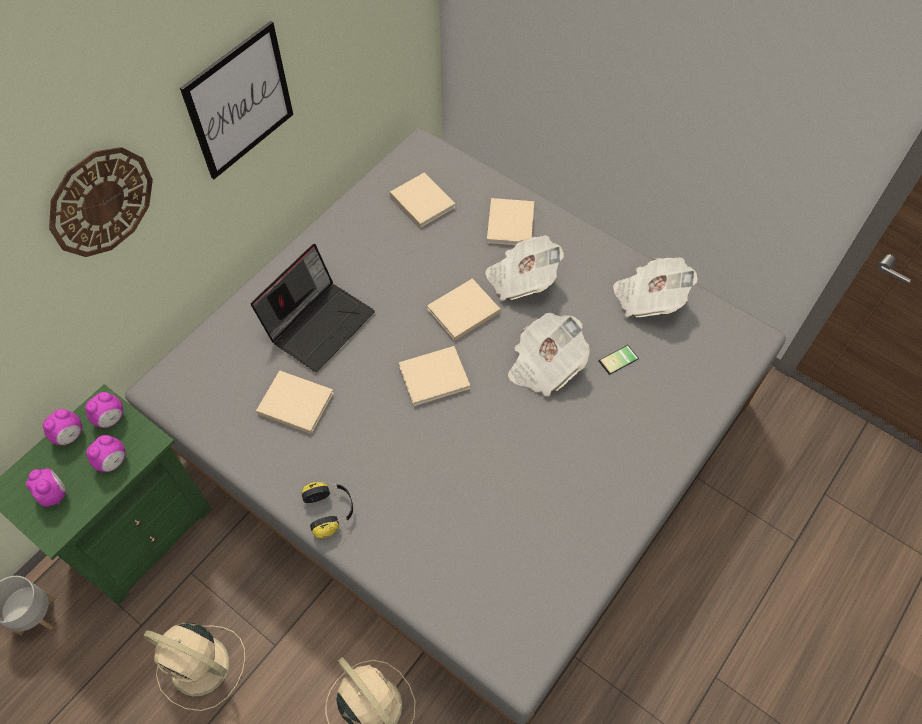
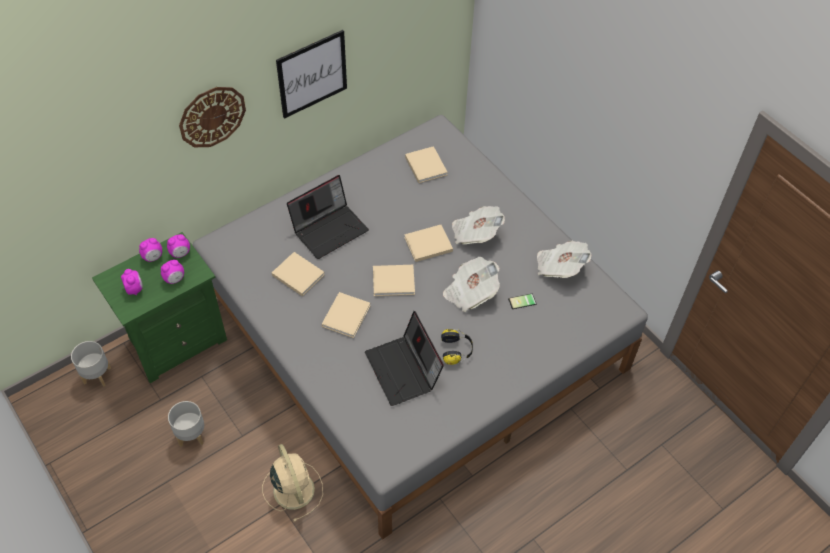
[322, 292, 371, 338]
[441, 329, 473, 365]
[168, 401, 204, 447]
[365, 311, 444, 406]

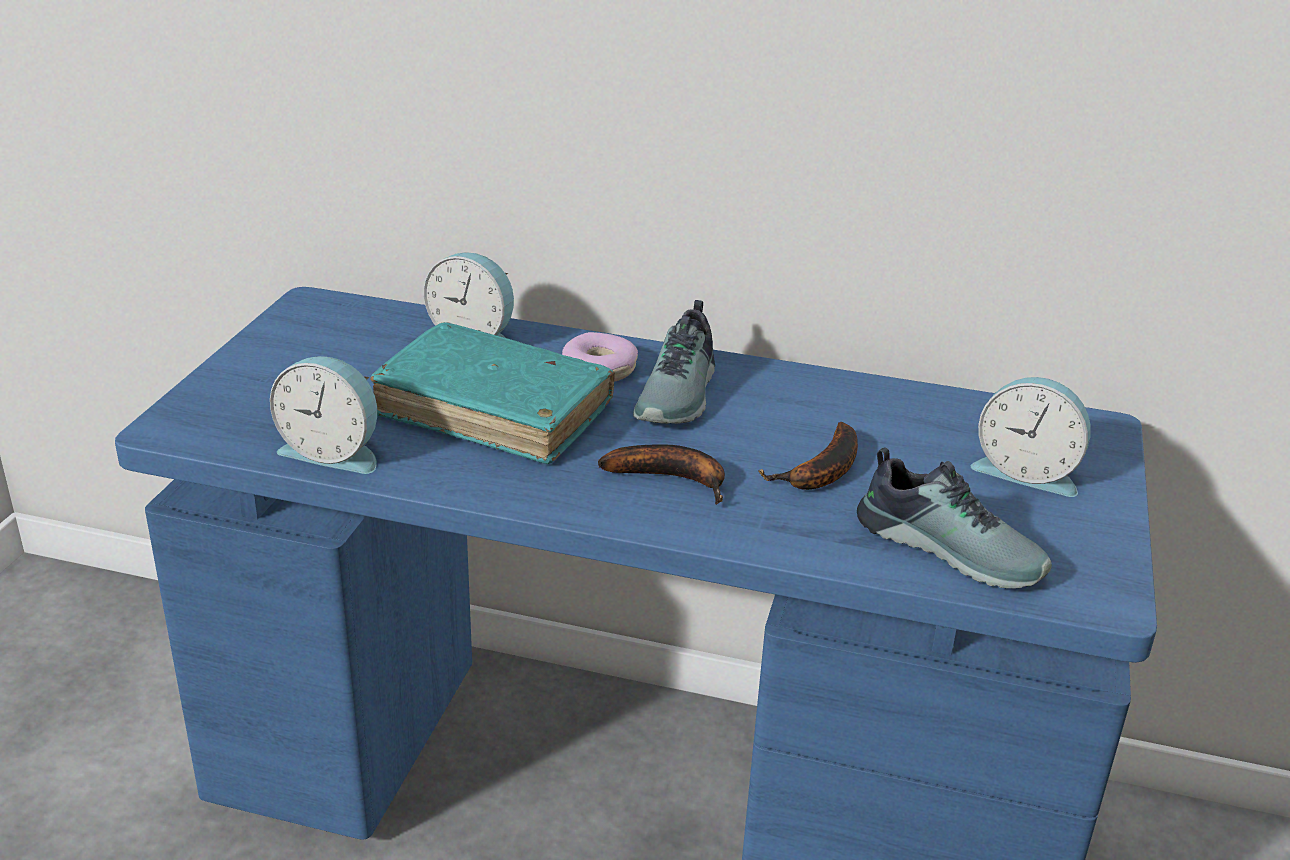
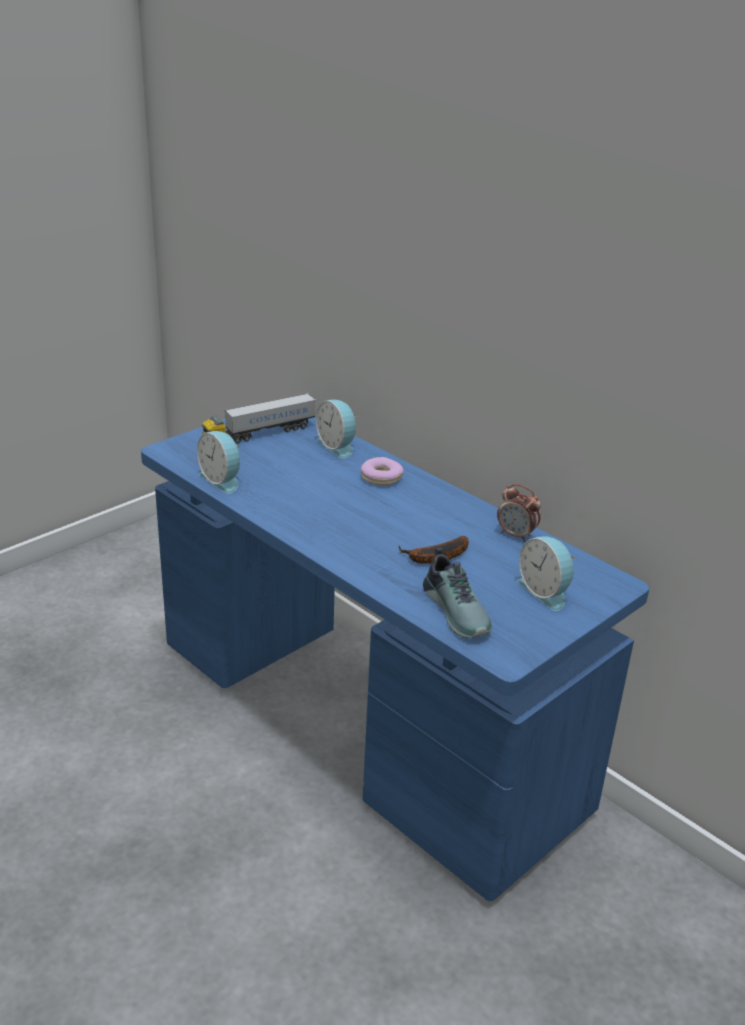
[633, 300, 715, 424] (first image)
[370, 322, 615, 464] (first image)
[598, 444, 725, 505] (first image)
[202, 393, 316, 443]
[497, 484, 541, 542]

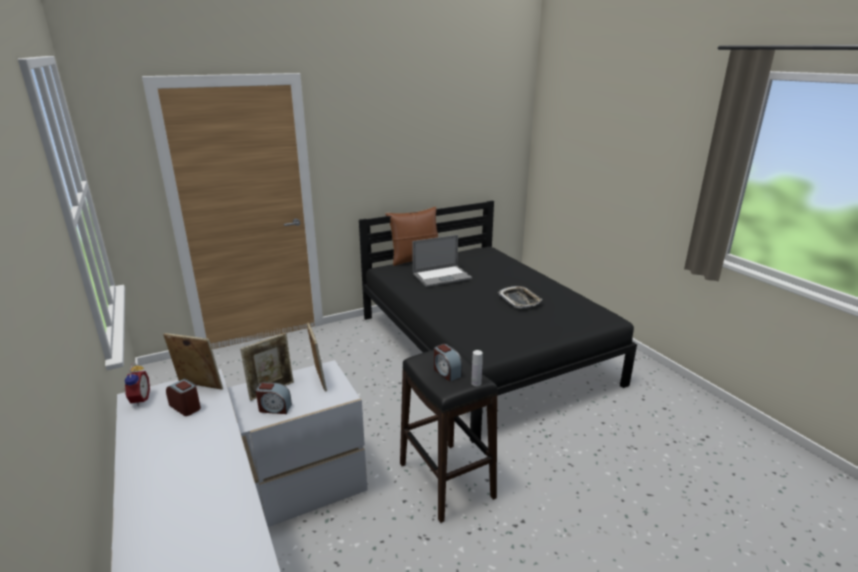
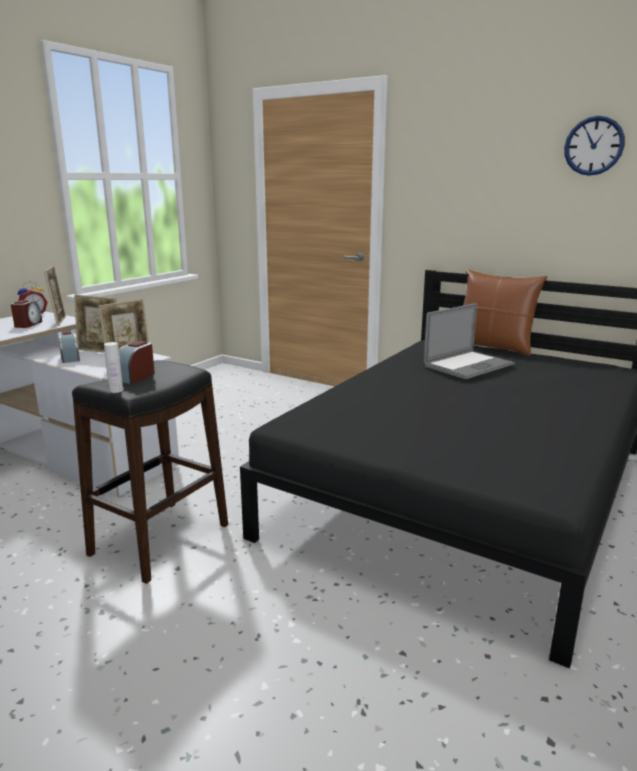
[424, 303, 515, 379]
[498, 286, 543, 308] (first image)
[564, 116, 625, 176]

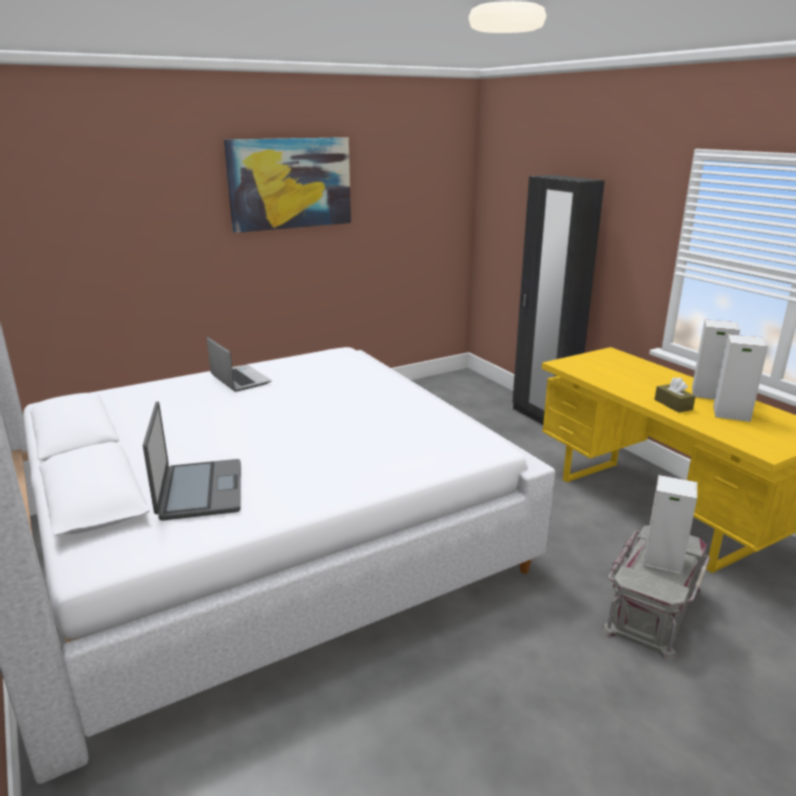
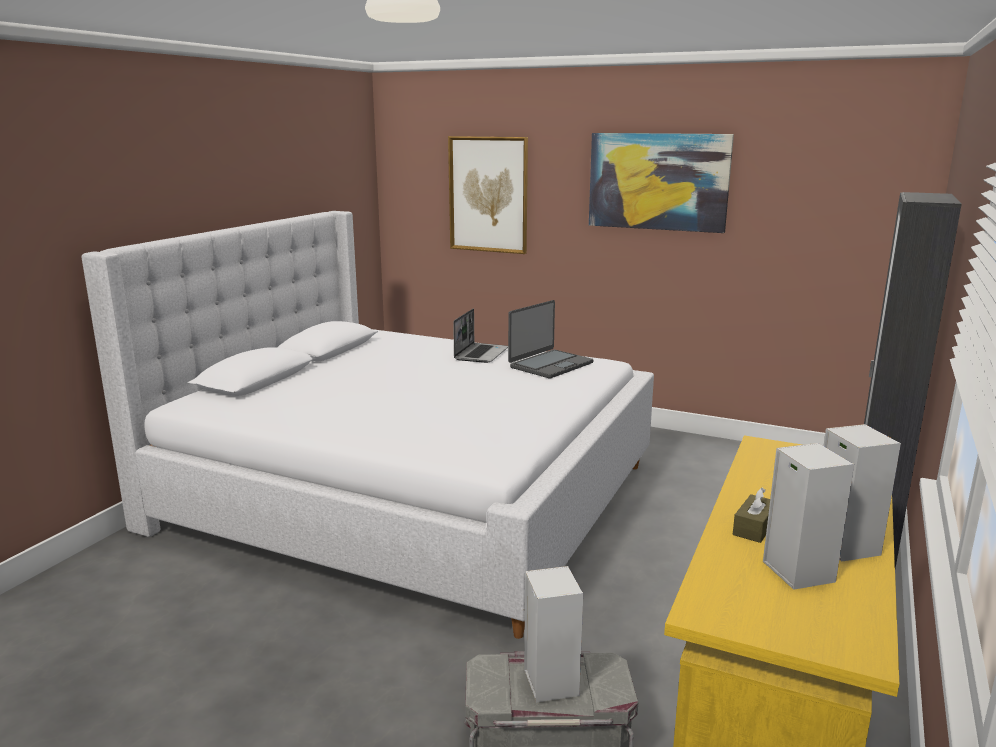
[508, 300, 593, 378]
[448, 136, 528, 254]

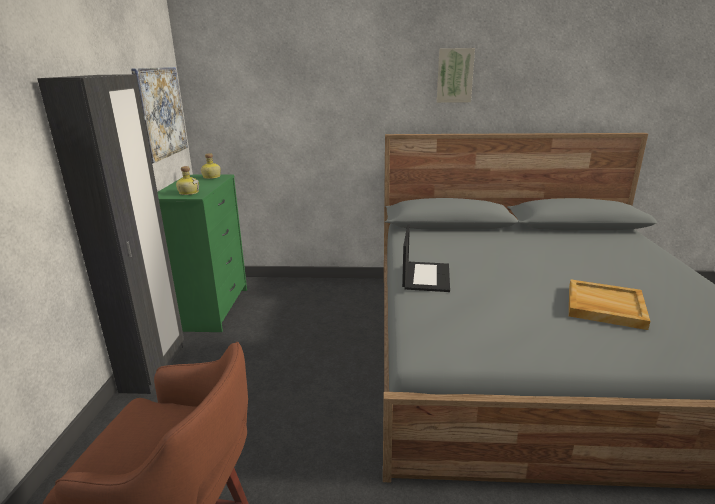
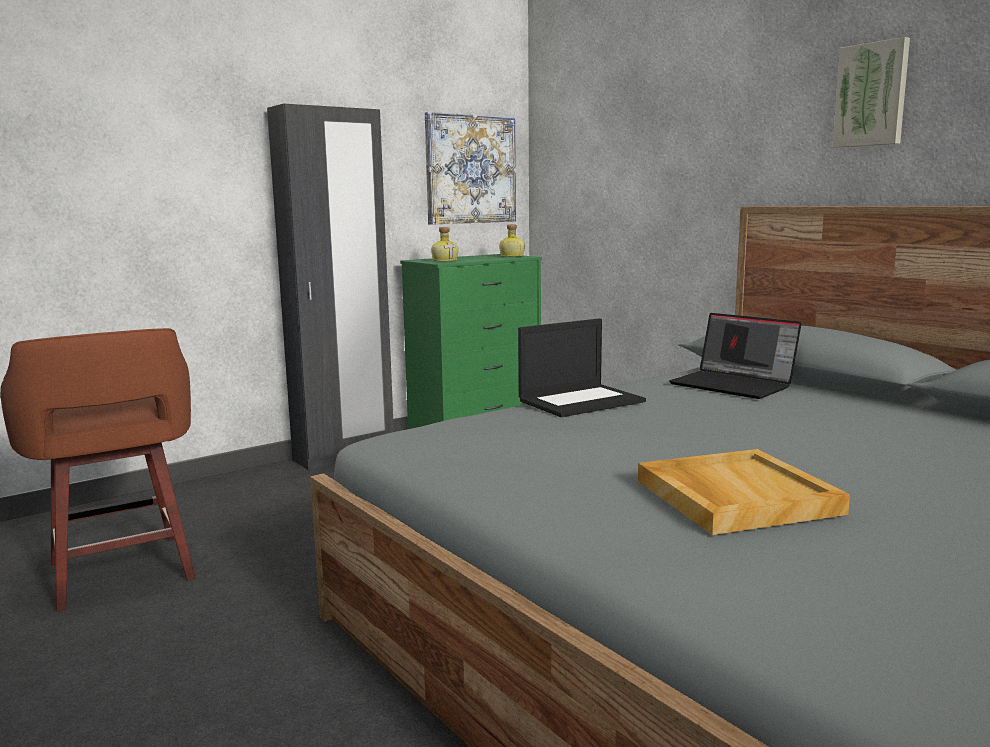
[669, 313, 802, 399]

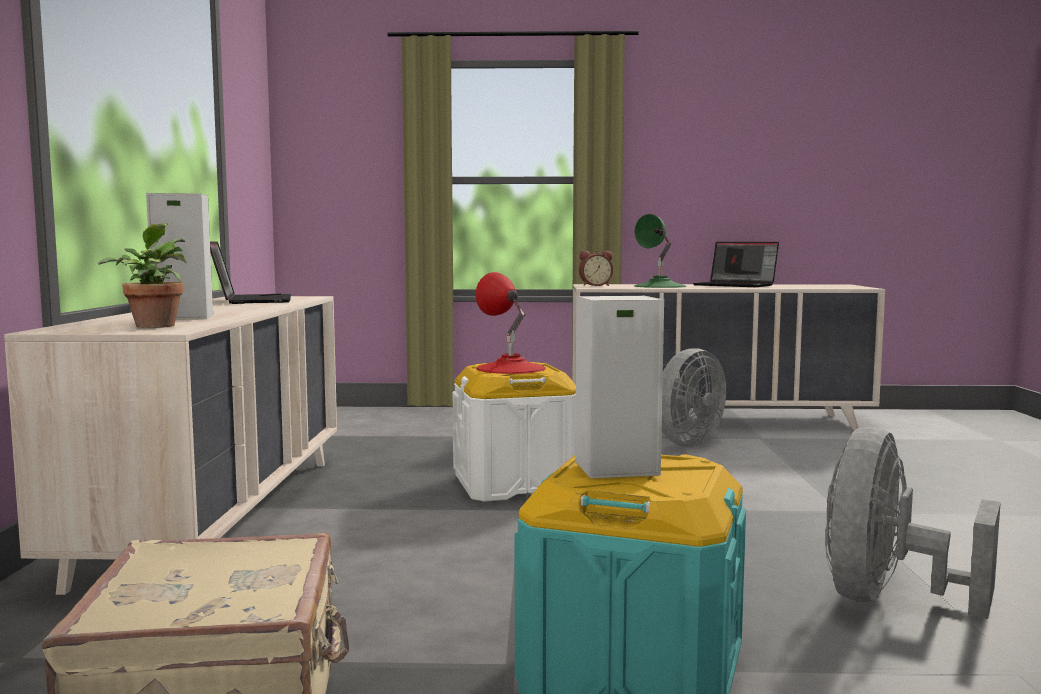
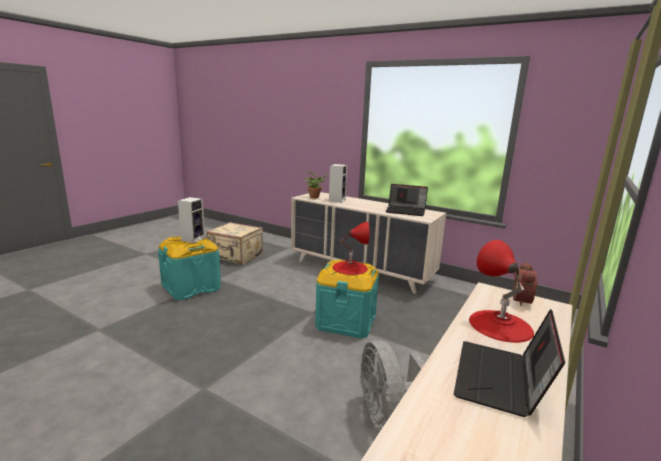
[469, 240, 534, 343]
[454, 309, 565, 417]
[315, 260, 379, 338]
[825, 427, 1001, 619] (first image)

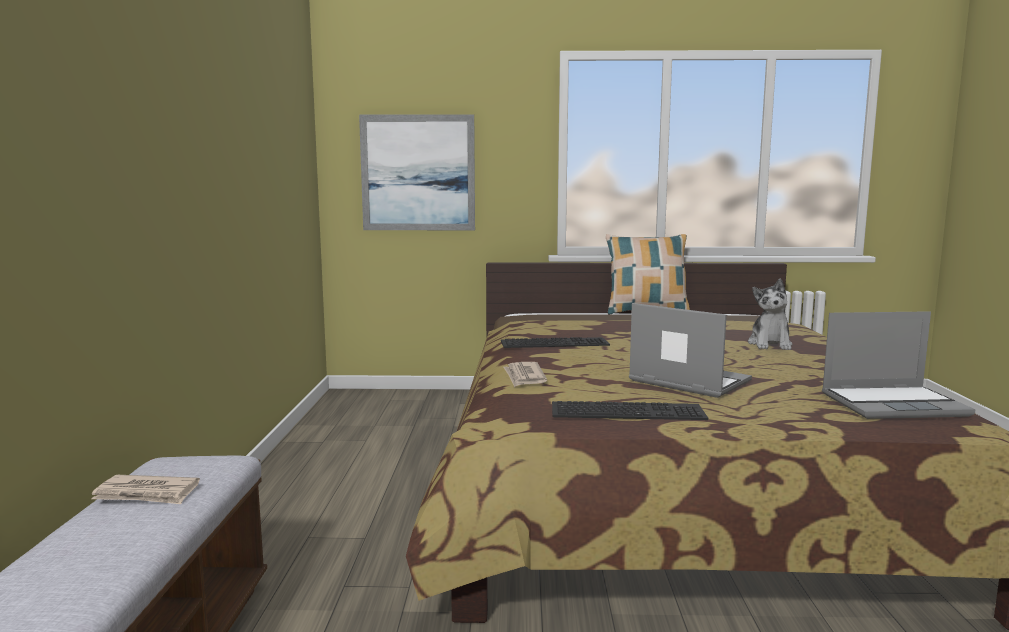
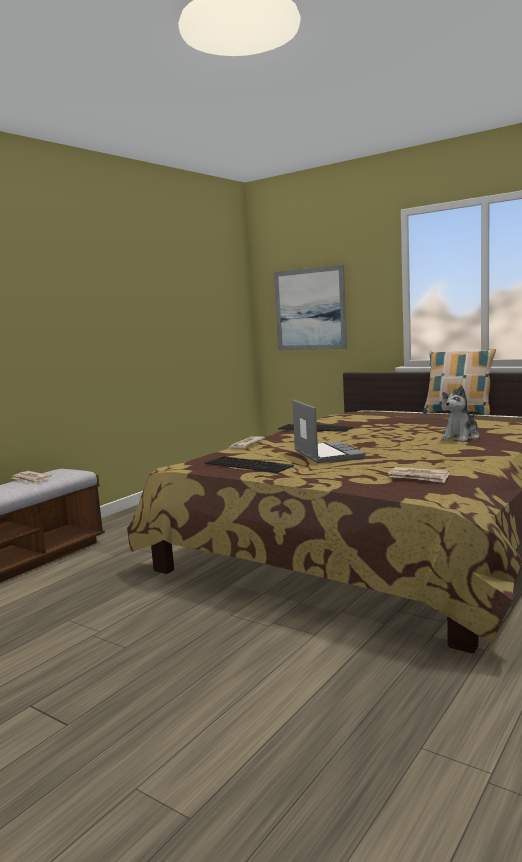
[388, 467, 449, 483]

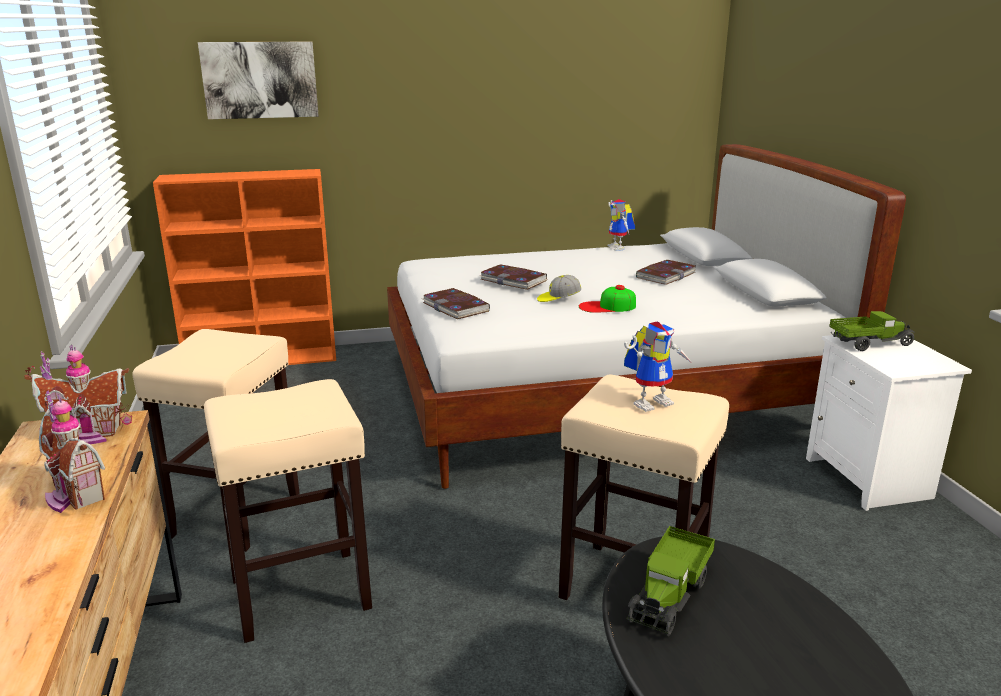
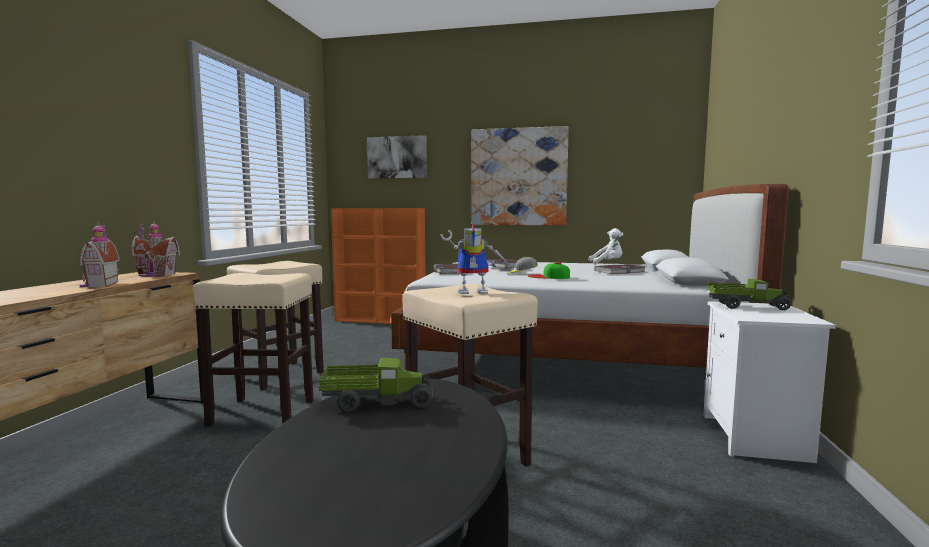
[589, 228, 623, 265]
[319, 358, 433, 412]
[471, 126, 569, 226]

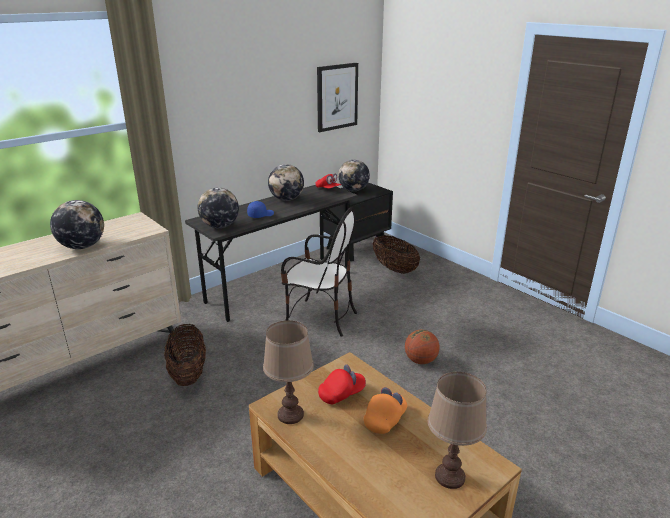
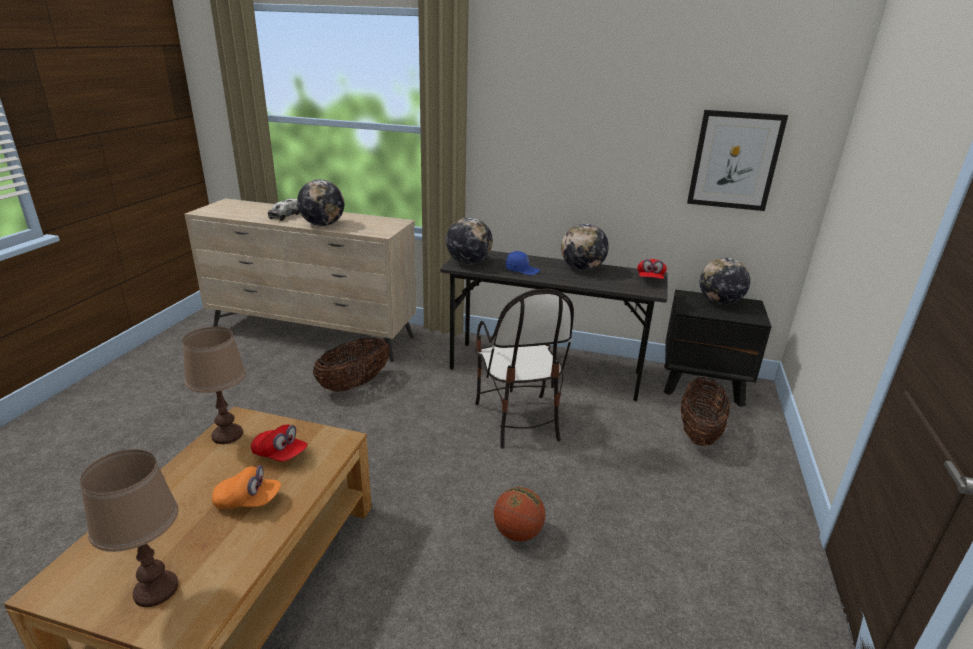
[268, 198, 300, 221]

